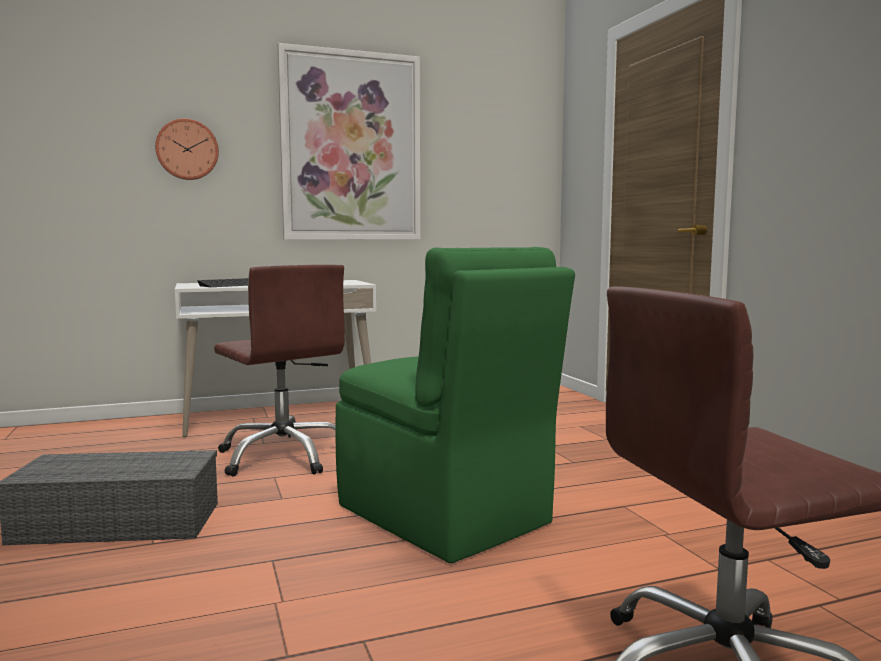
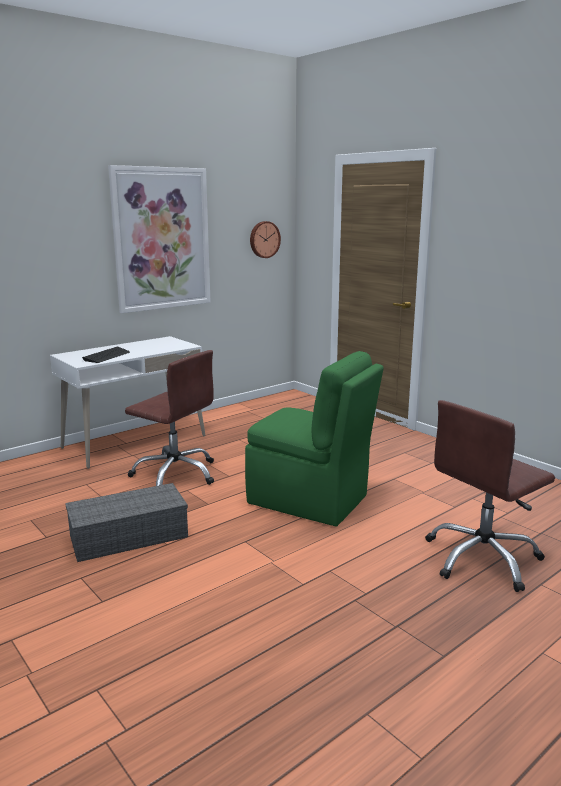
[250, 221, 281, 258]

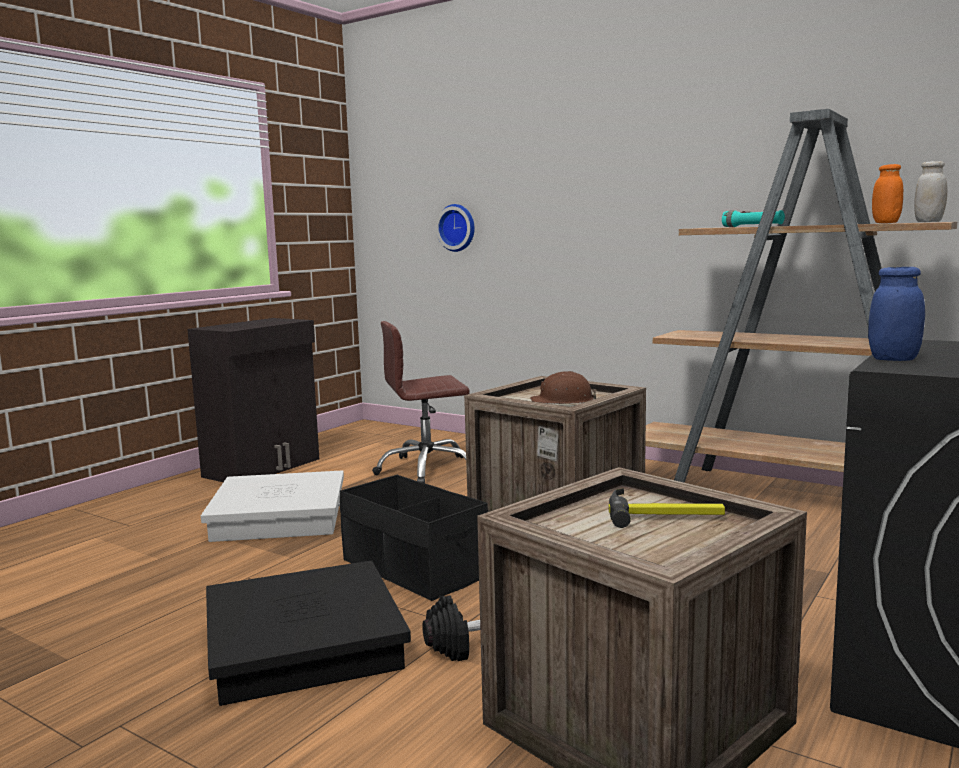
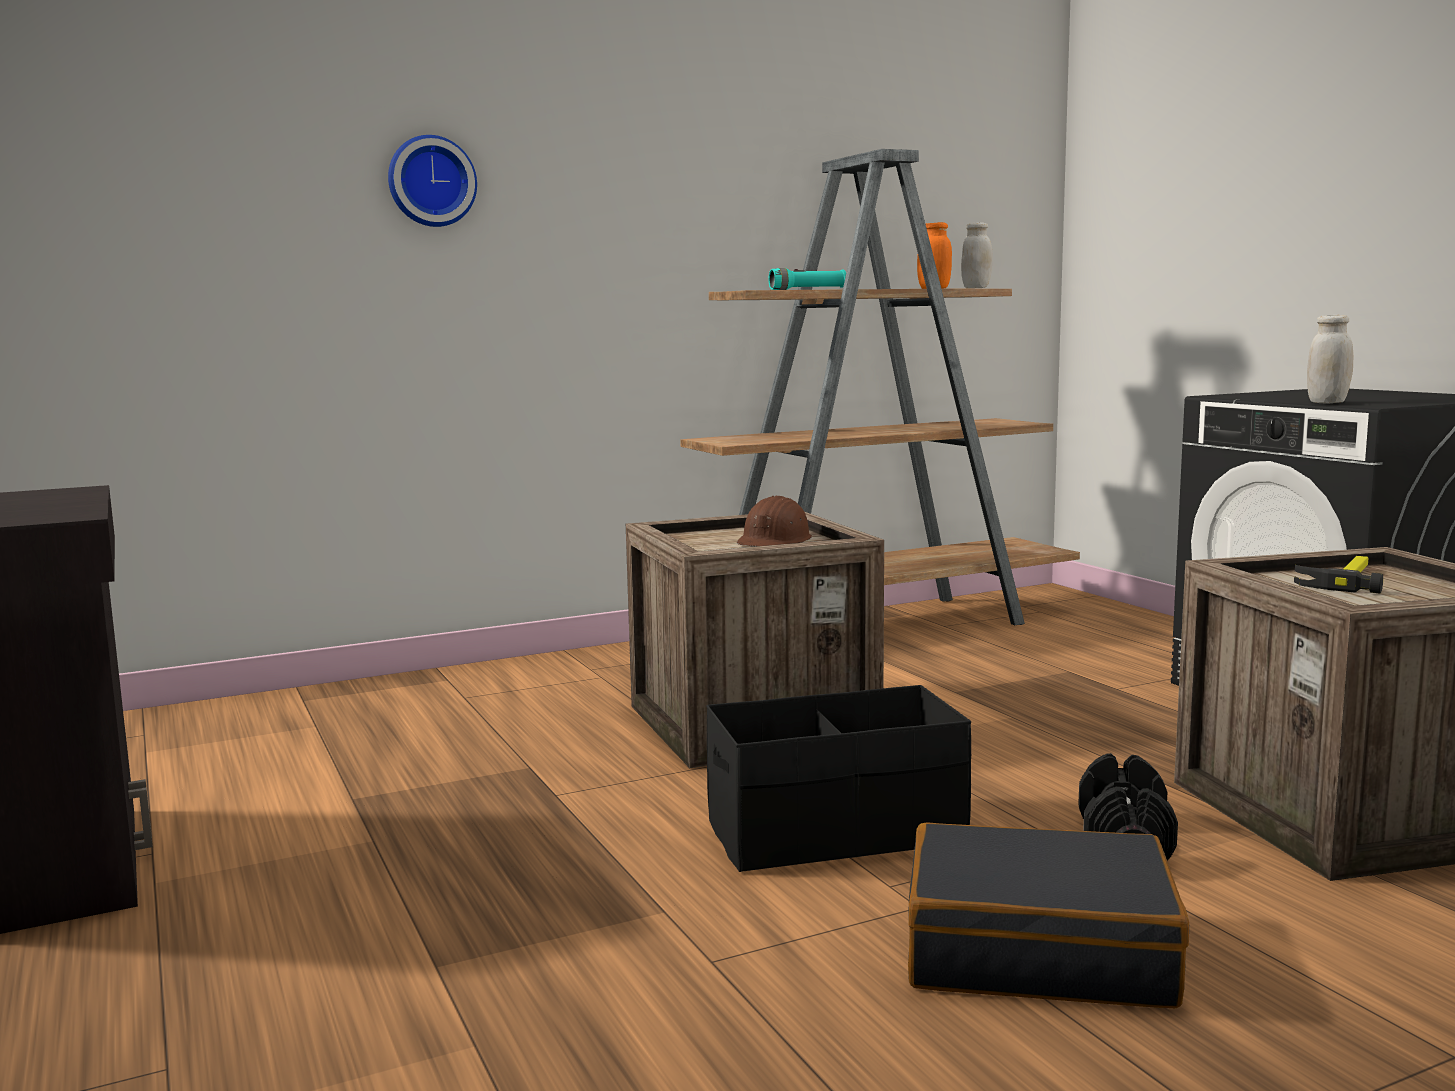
[388, 135, 477, 227]
[1307, 315, 1353, 403]
[372, 321, 469, 483] (first image)
[201, 470, 344, 542] (first image)
[908, 822, 1189, 1008]

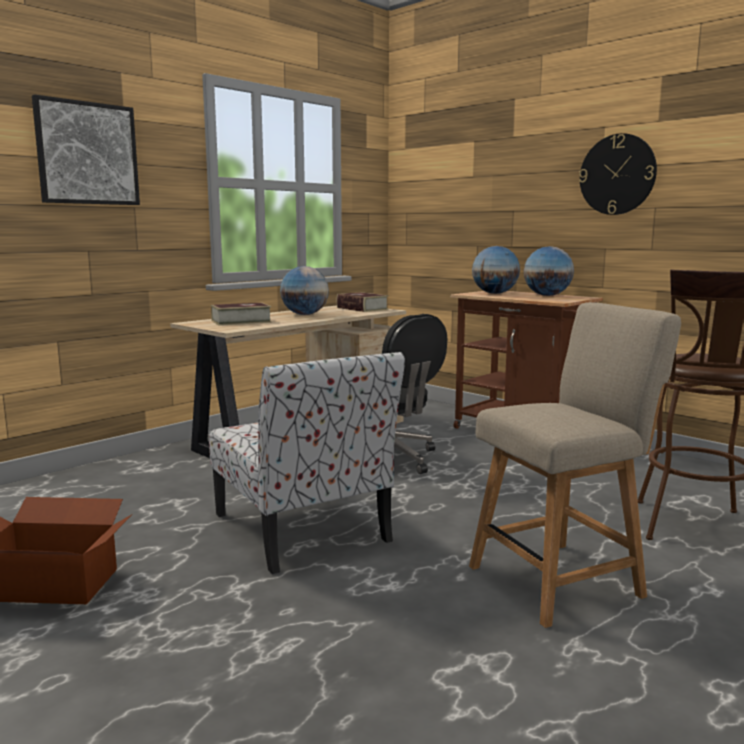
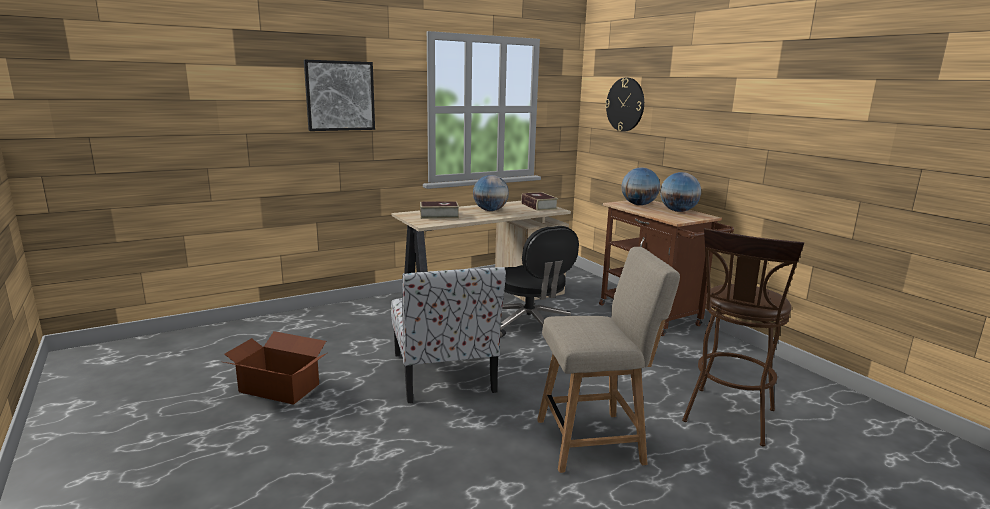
[605, 78, 644, 132]

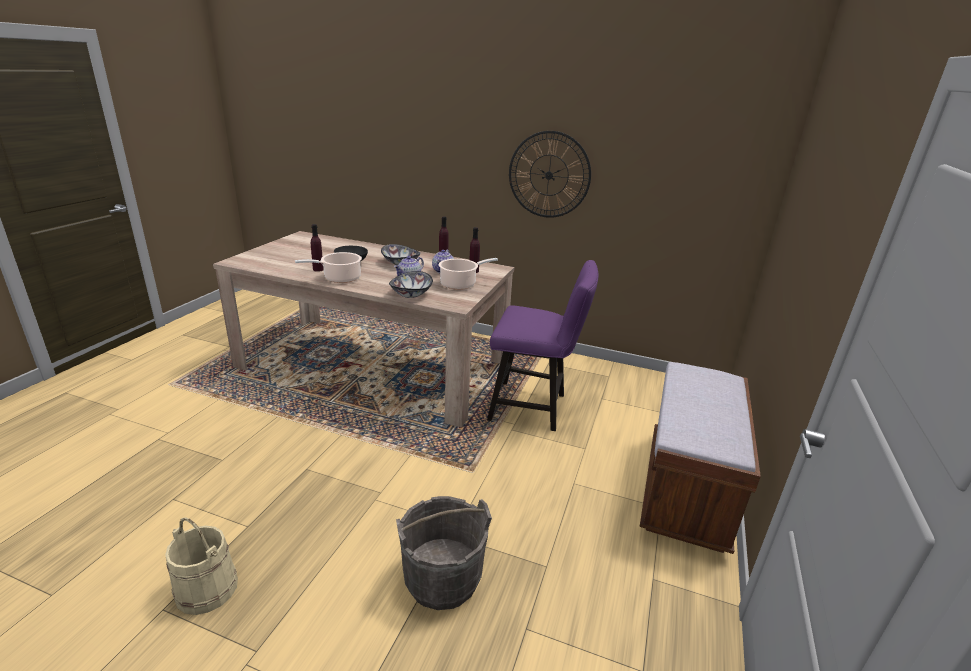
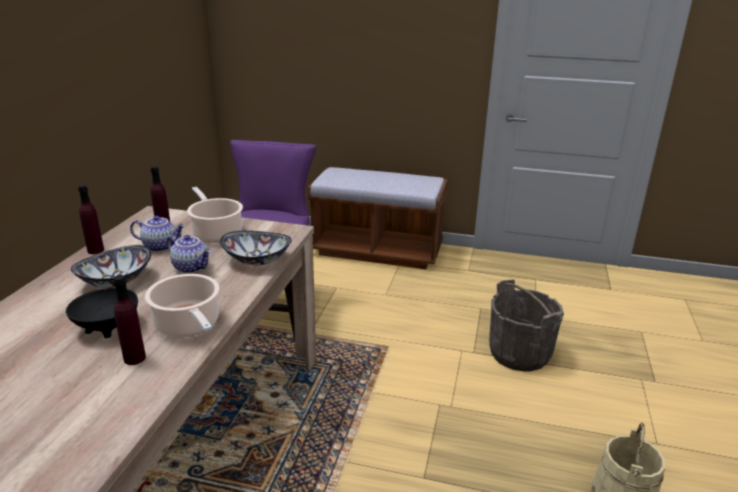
[509, 131, 591, 218] (first image)

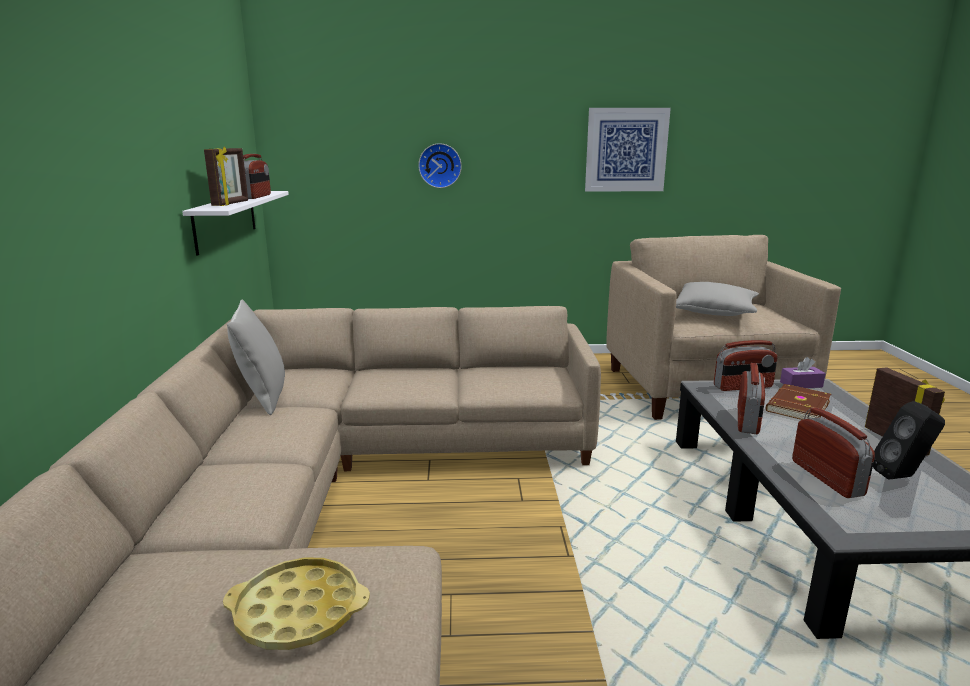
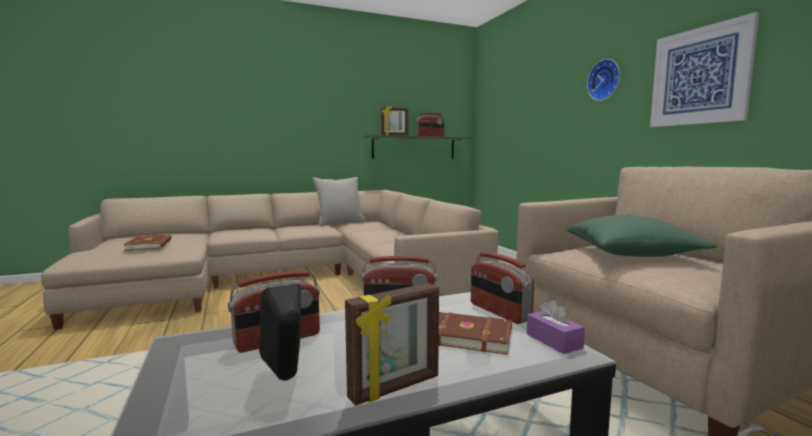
[587, 59, 620, 101]
[364, 135, 470, 159]
[566, 215, 717, 257]
[124, 234, 172, 251]

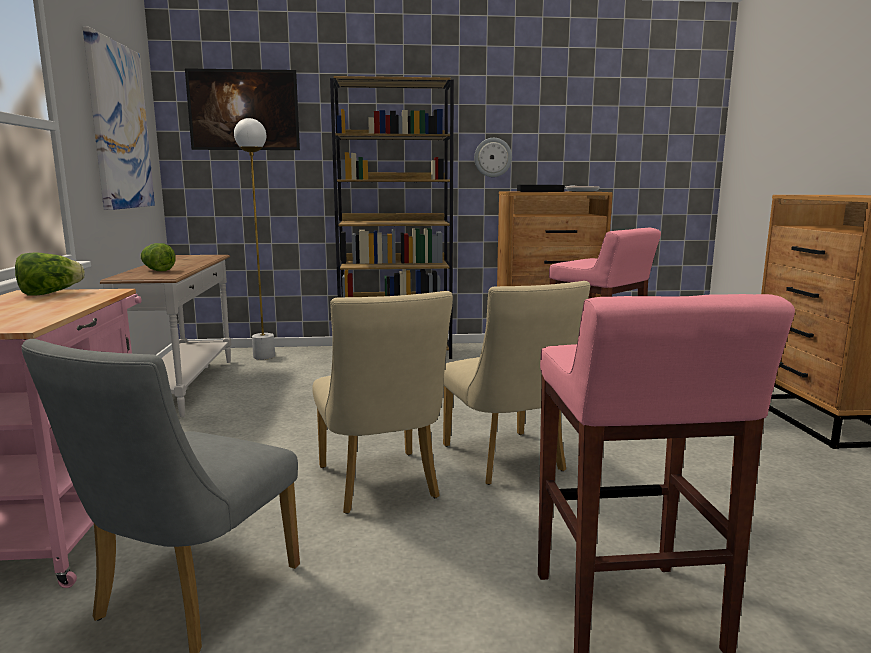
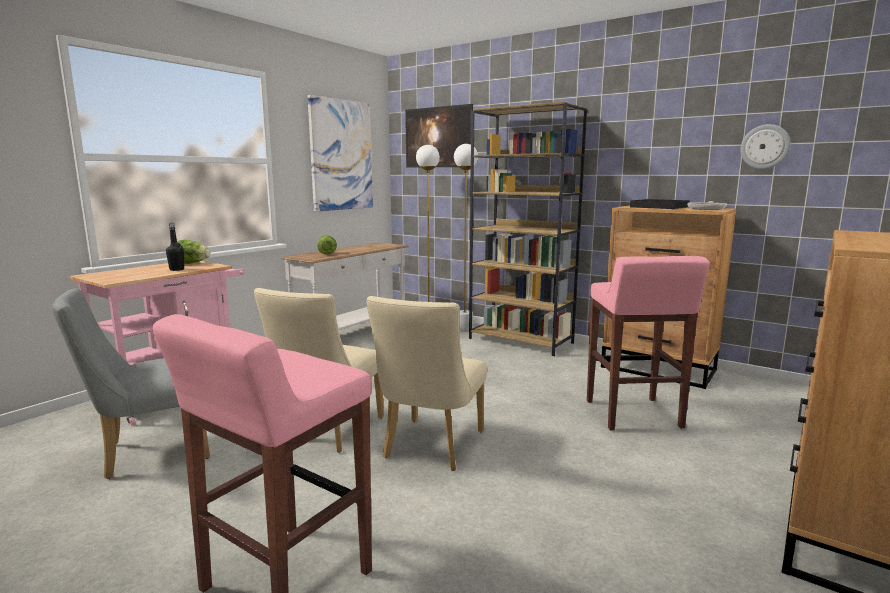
[740, 124, 791, 169]
[454, 144, 478, 331]
[166, 223, 184, 271]

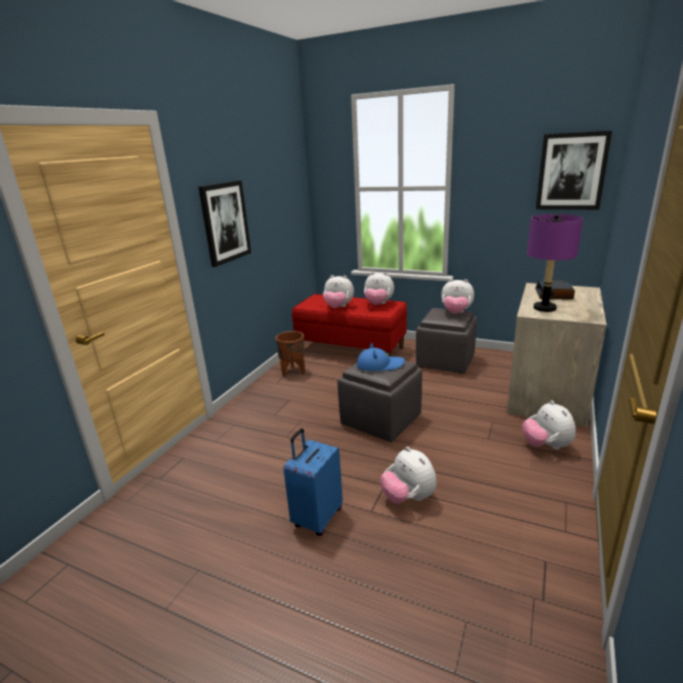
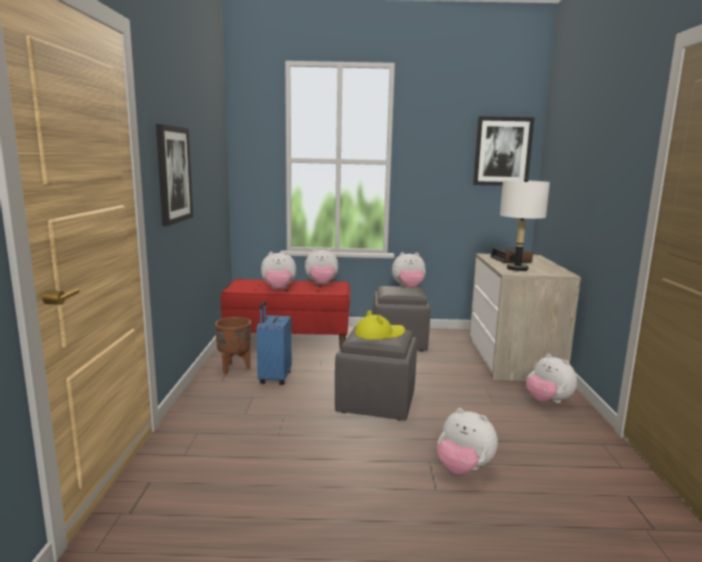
[500, 178, 550, 271]
[355, 310, 405, 340]
[256, 301, 292, 385]

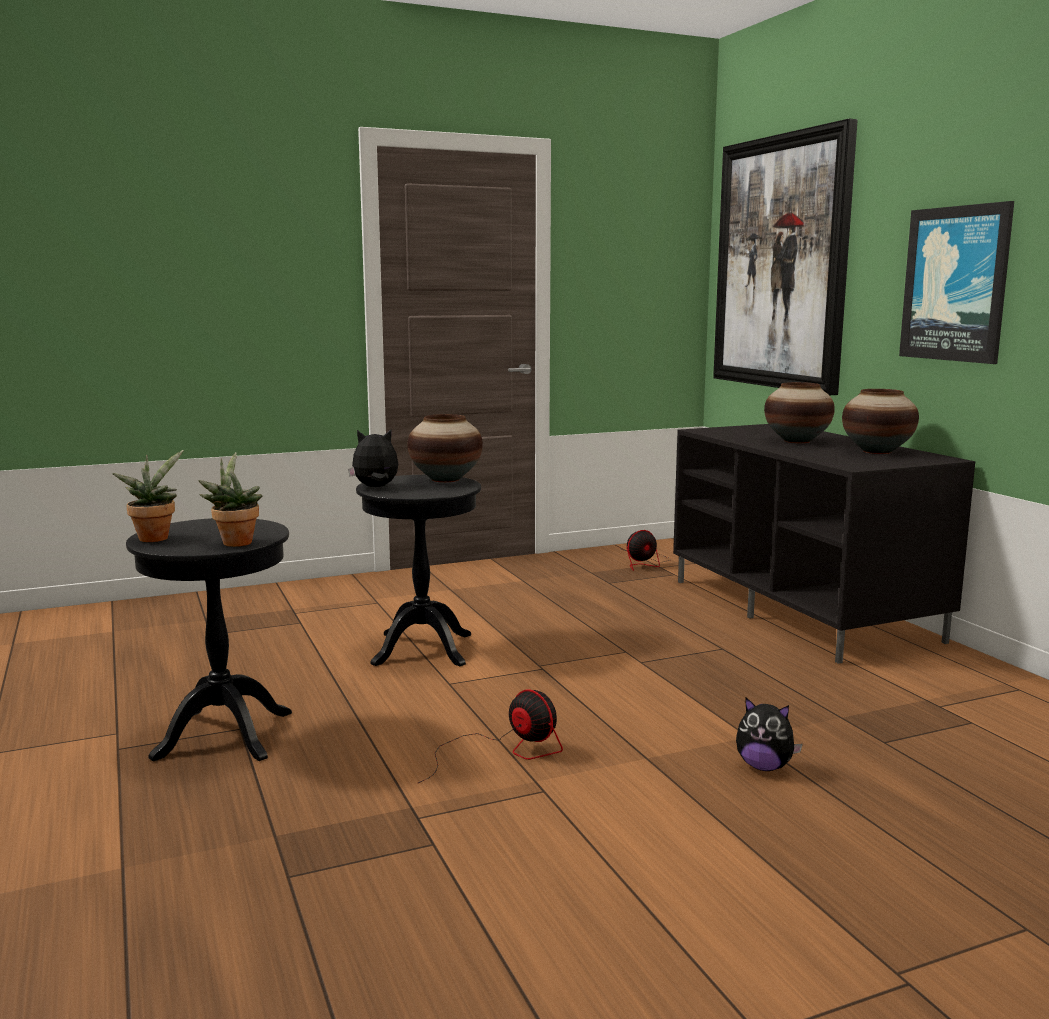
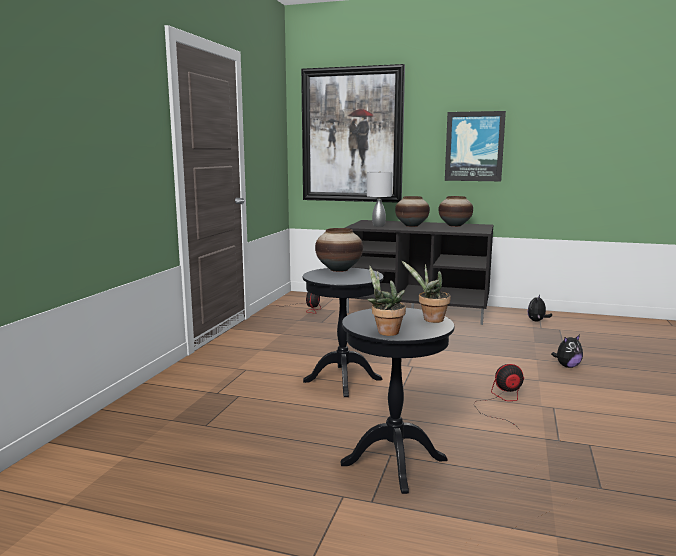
[528, 295, 552, 322]
[367, 171, 392, 227]

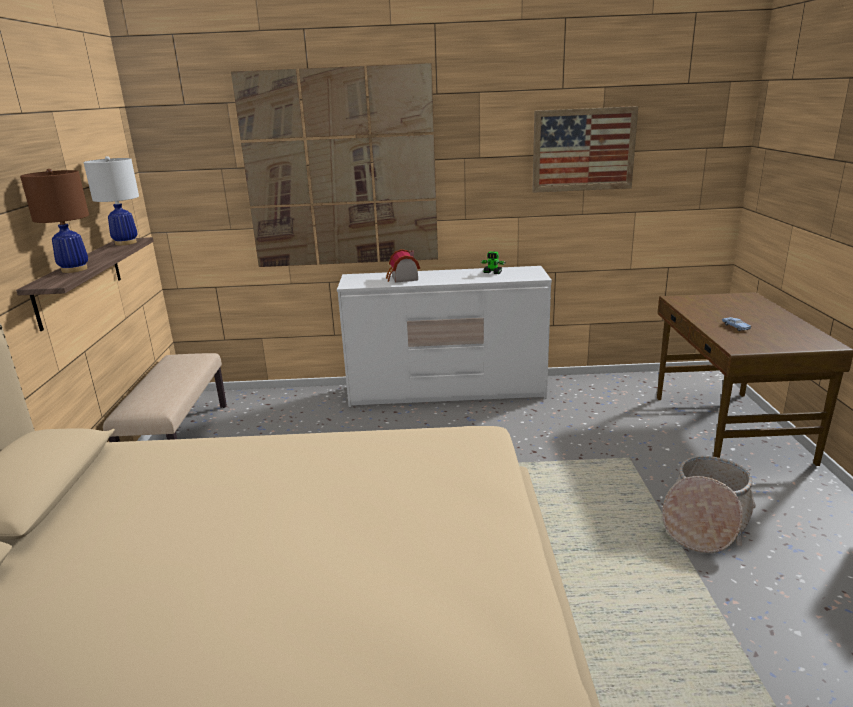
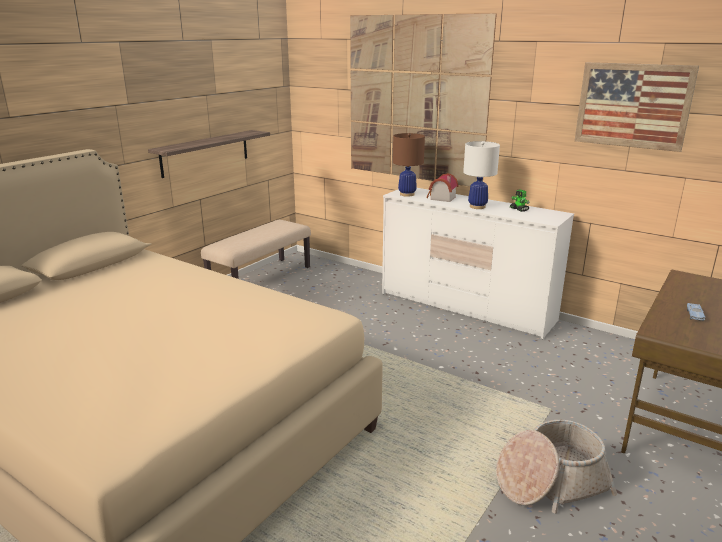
[463, 141, 500, 209]
[393, 133, 425, 197]

